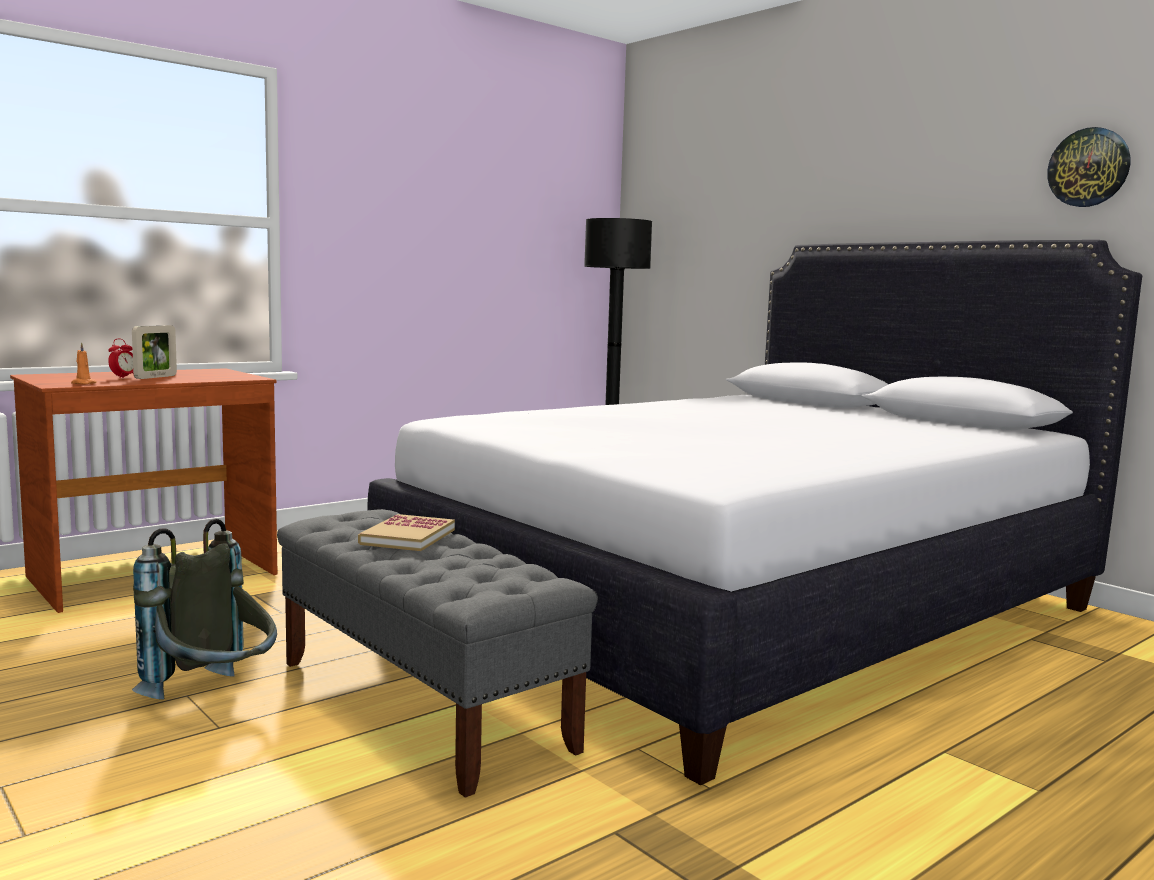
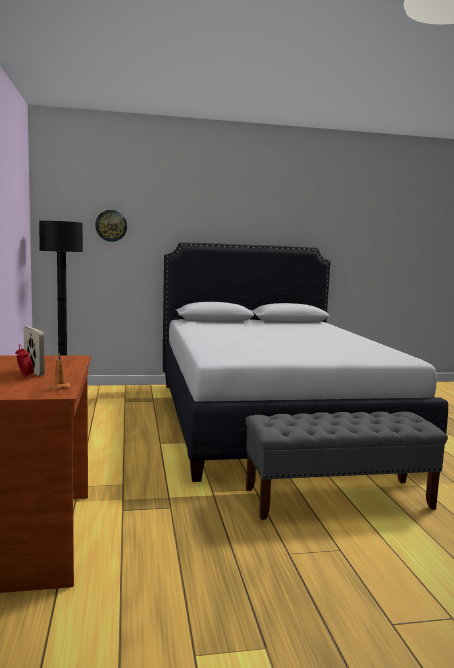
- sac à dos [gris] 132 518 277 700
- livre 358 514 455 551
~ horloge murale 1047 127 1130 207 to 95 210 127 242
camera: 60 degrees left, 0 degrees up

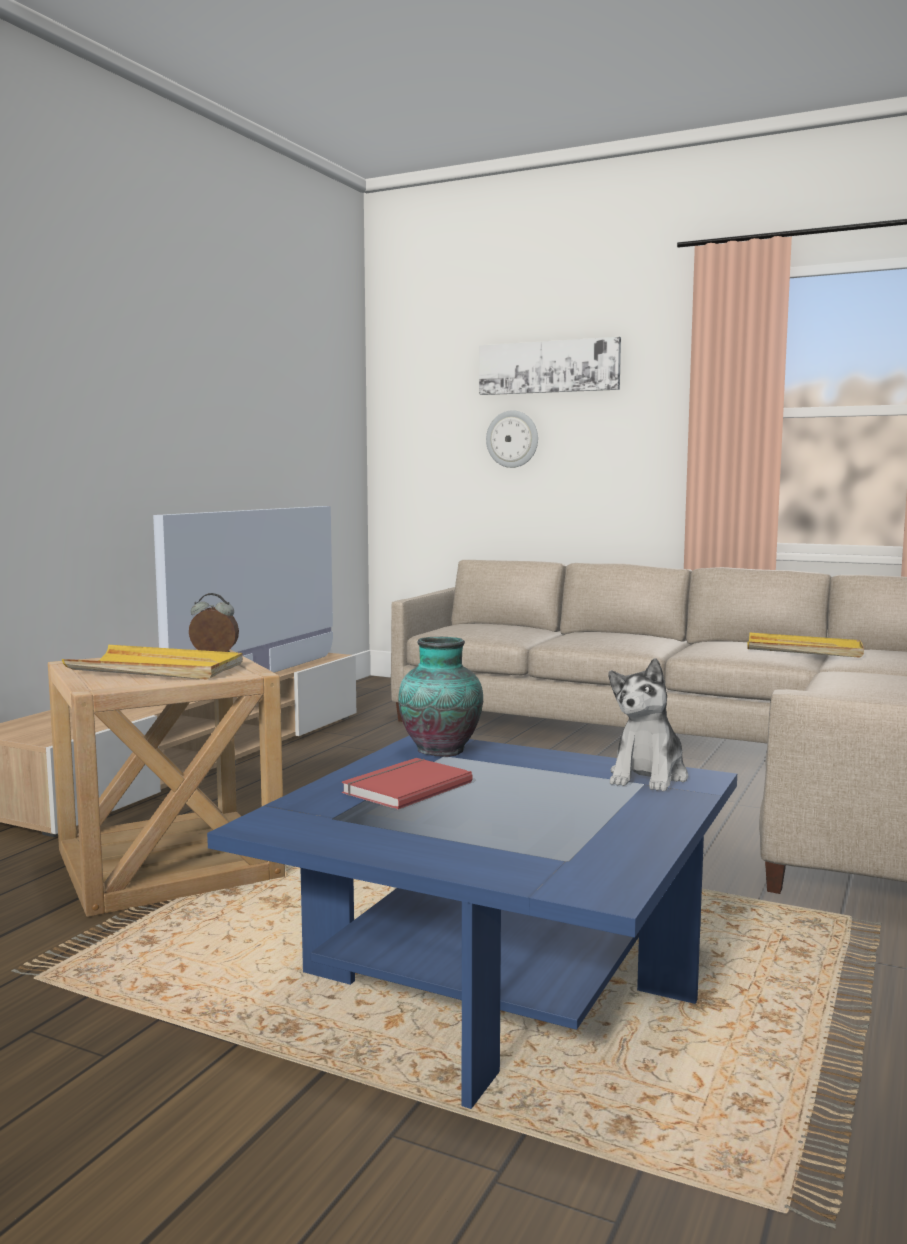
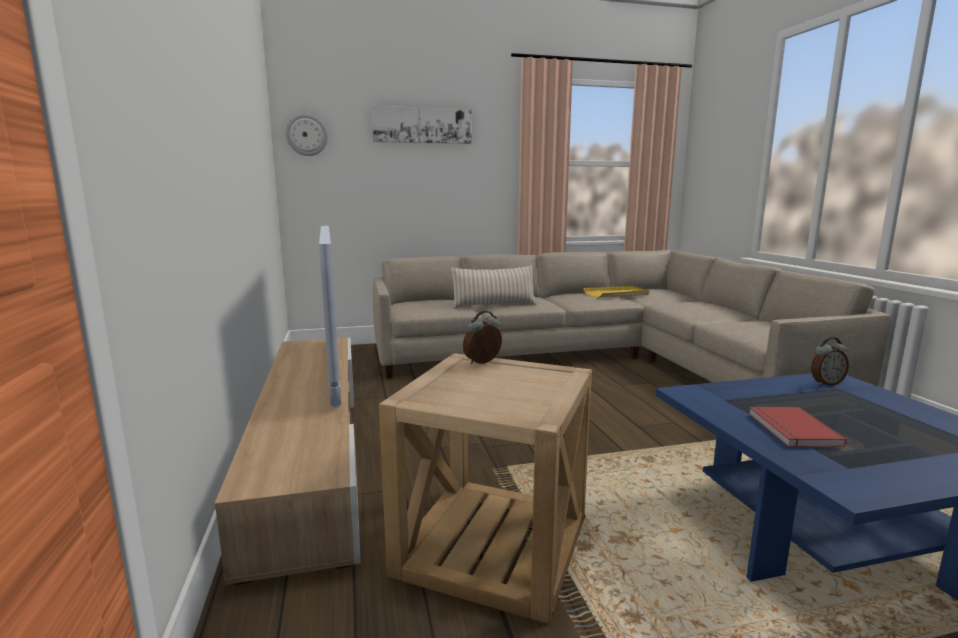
- plateau [jaune] 62 645 243 680
- vase 398 637 483 757
~ horloge murale 486 410 538 468 to 286 113 328 156
~ peluche 608 658 688 792 to réveil 811 337 849 386
+ coussin [beige] 450 265 536 308
camera: 40 degrees left, 5 degrees up

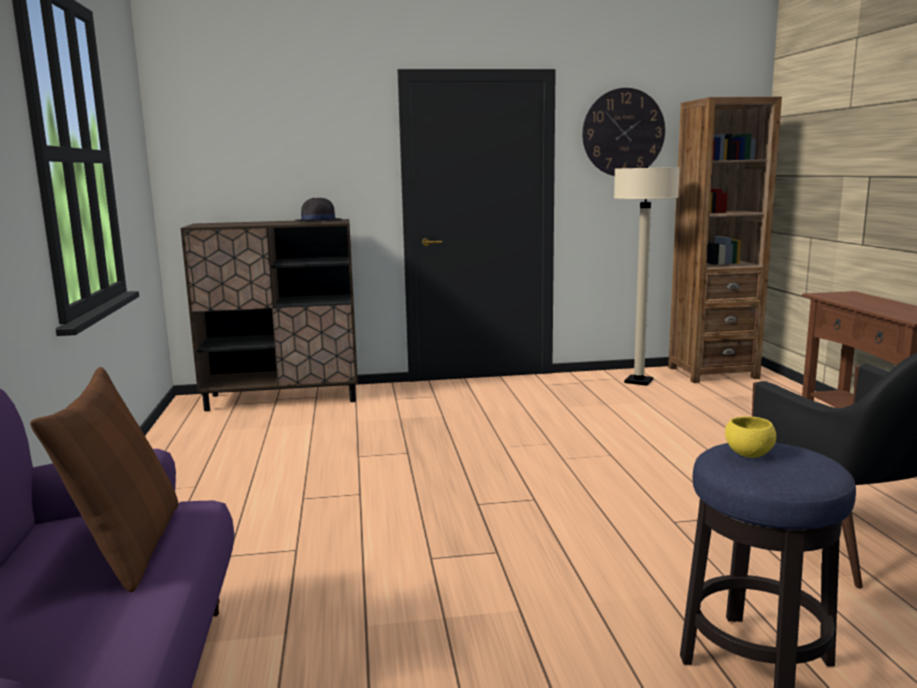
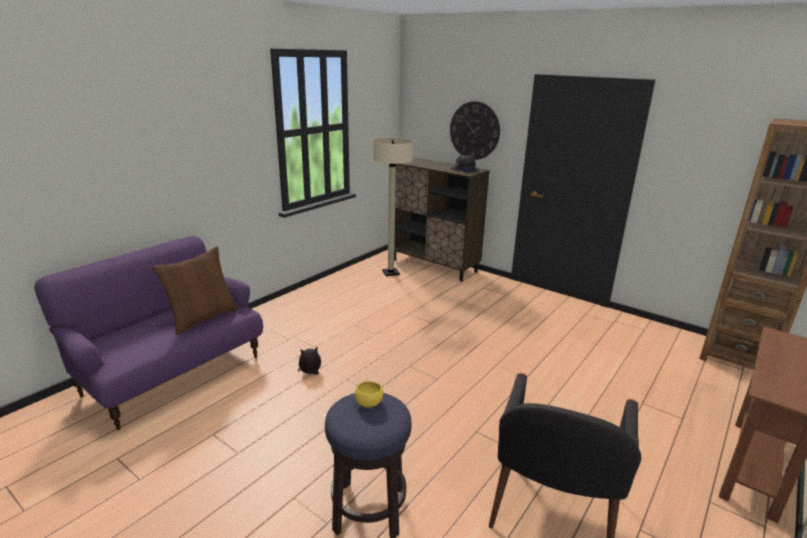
~ horloge murale 582 88 665 176 to 450 101 500 160
~ lampadaire [beige] 614 167 680 386 to 372 137 413 276
+ peluche 298 347 321 375
camera: 45 degrees right, 10 degrees up

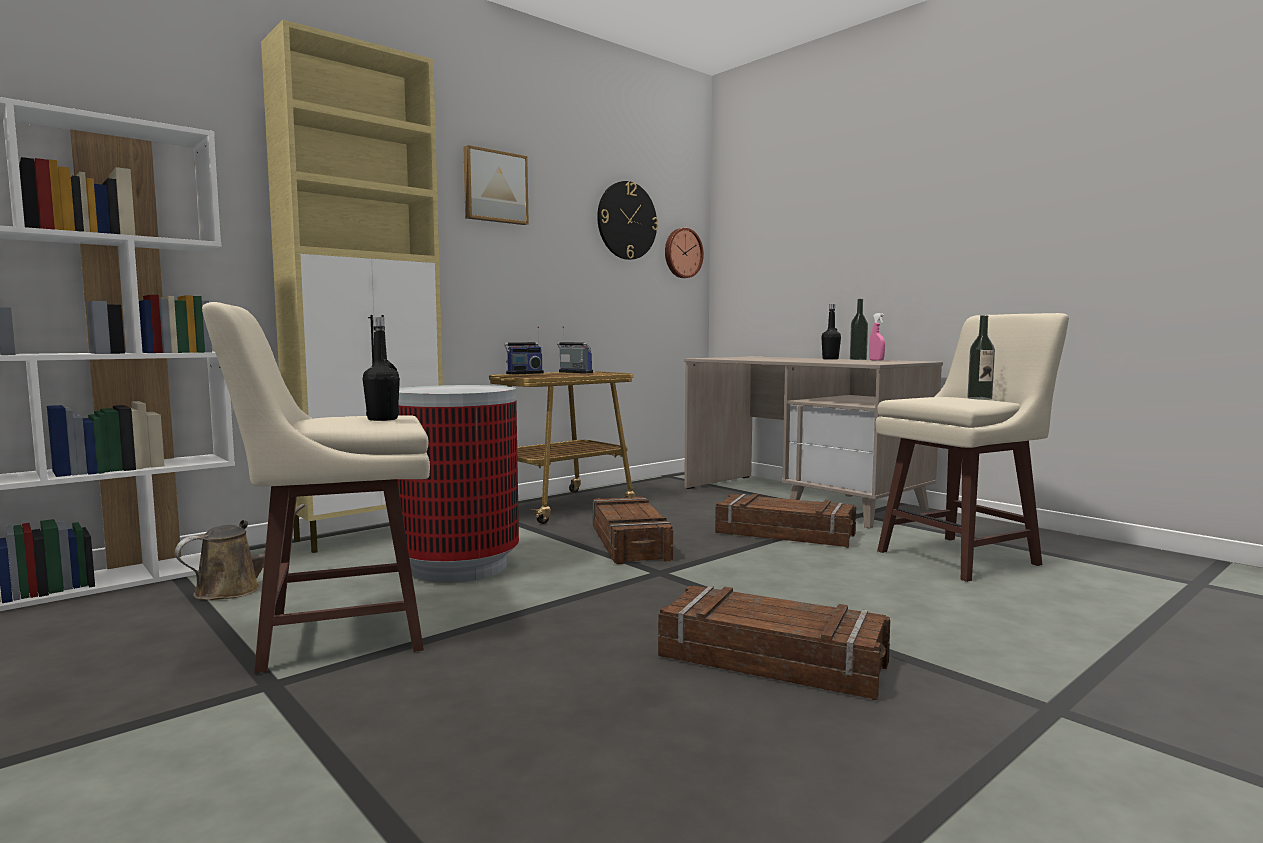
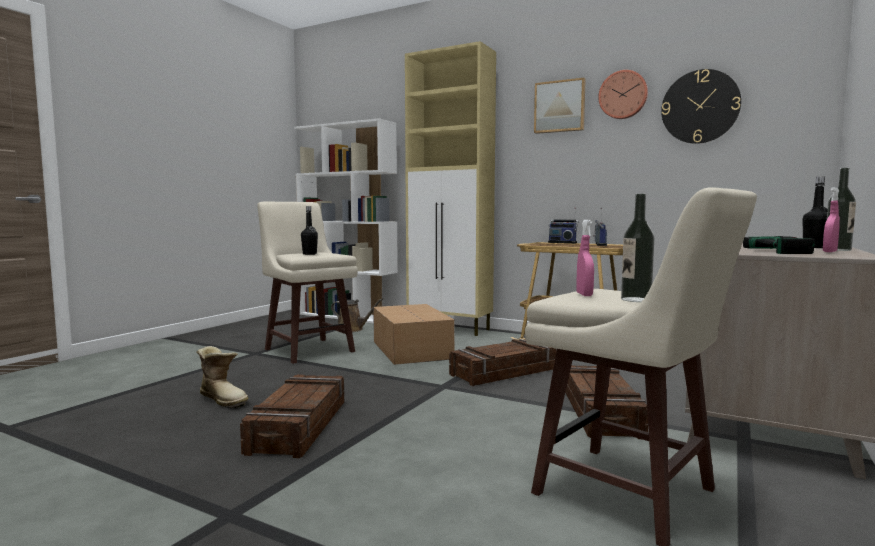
~ poubelle 397 385 519 583 to carton 373 304 455 365
~ horloge murale 665 228 704 278 to 598 70 648 119
+ botte 197 346 249 408
+ vaporisateur [rose] 576 220 594 296
+ perceuse 743 236 815 254
camera: 70 degrees right, 0 degrees up

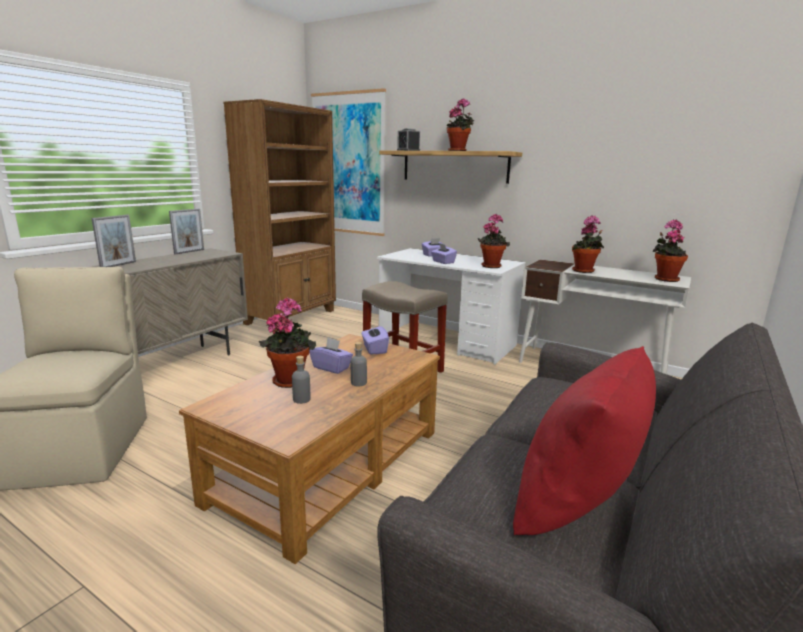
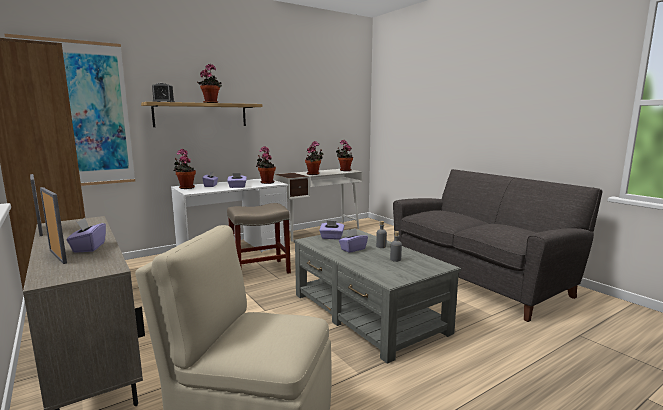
~ table basse [marron] 179 334 440 564 to table basse [gris] 293 228 461 364
~ plante en pot 259 297 316 388 to 173 149 196 189
- coussin [rouge] 513 346 656 535
+ boîte à mouchoirs [violet] 66 218 106 253
camera: 65 degrees left, 5 degrees down

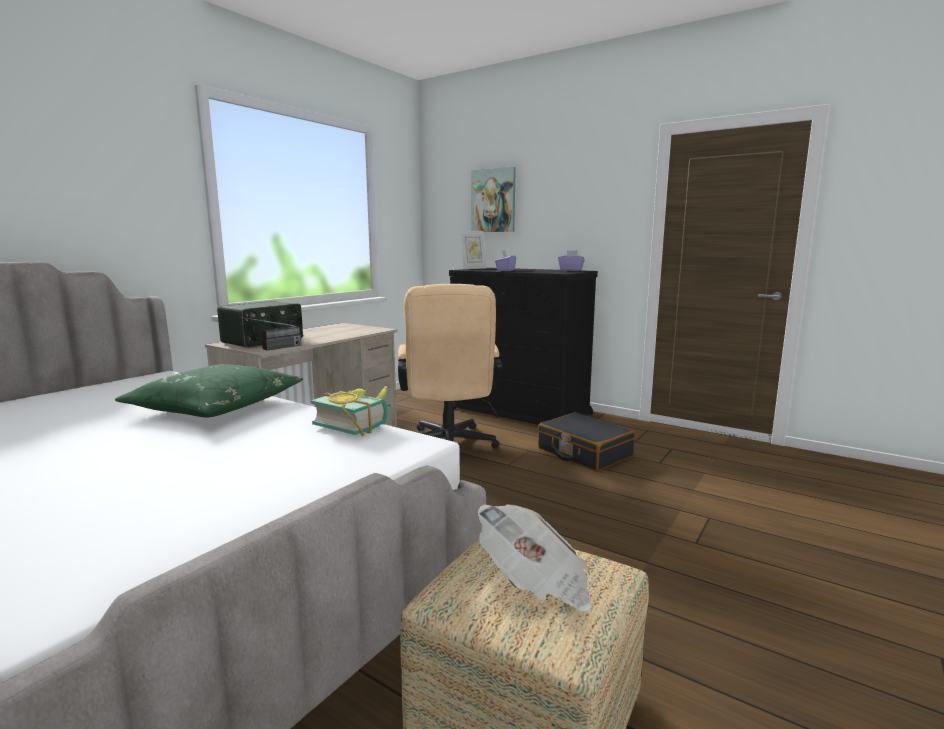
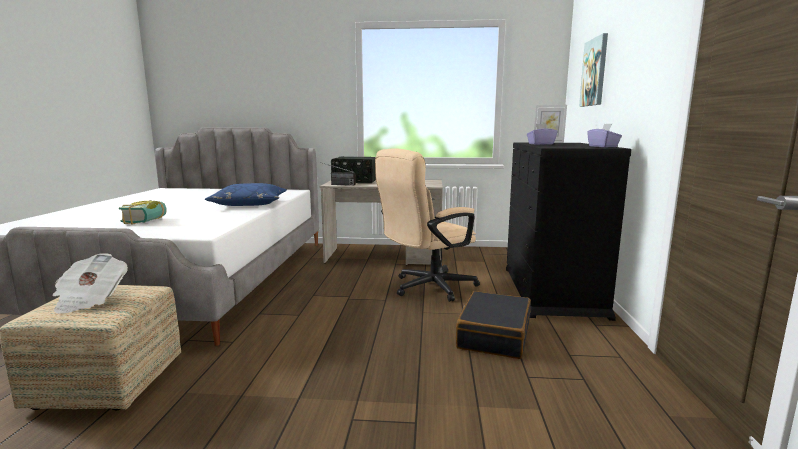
~ coussin [vert] 115 364 303 417 to coussin [bleu] 205 183 287 206
~ livre 311 385 388 436 to 119 200 167 225
camera: 60 degrees right, 0 degrees up

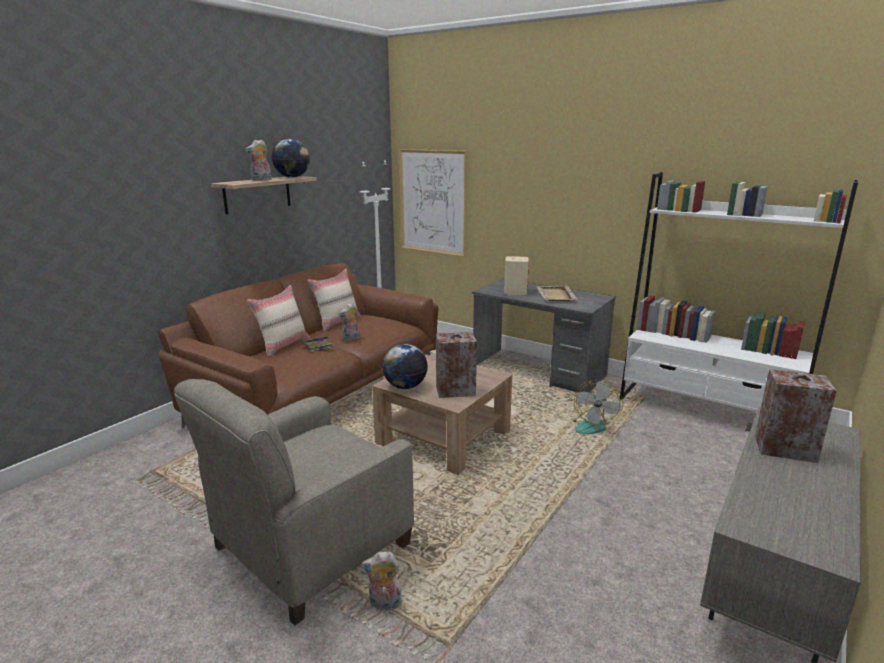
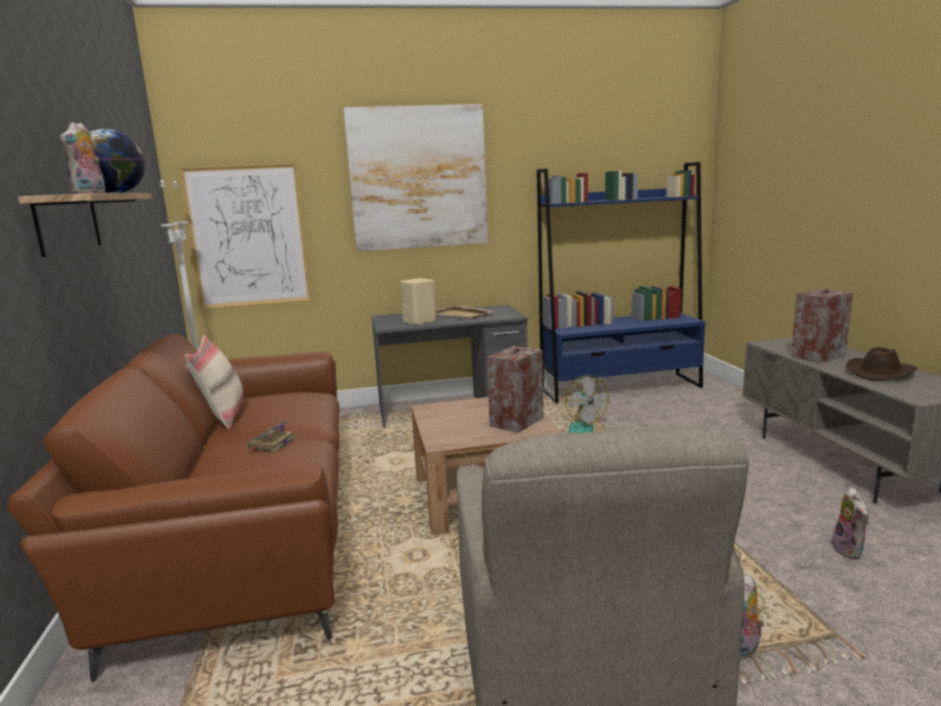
- coussin [beige] 247 285 310 357
~ peluche 338 303 360 341 to 829 487 869 559
- globe 383 344 428 389
~ bibliothèque [blanc] 620 172 858 412 to bibliothèque [bleu] 537 162 705 403
+ tableau 343 104 488 252
+ chapeau [marron] 846 347 917 381
camera: 45 degrees left, 5 degrees down

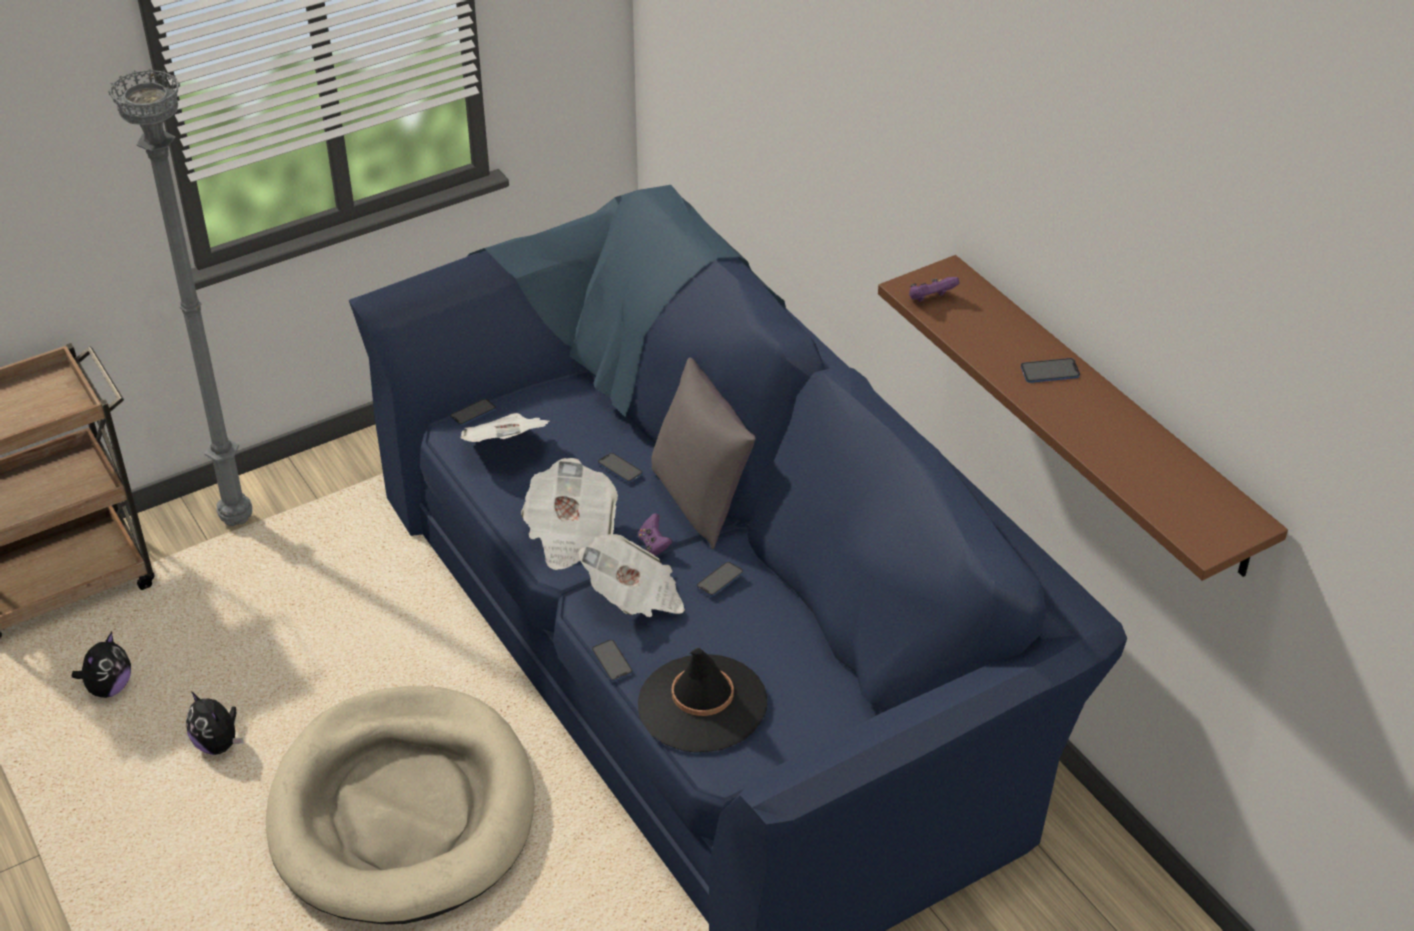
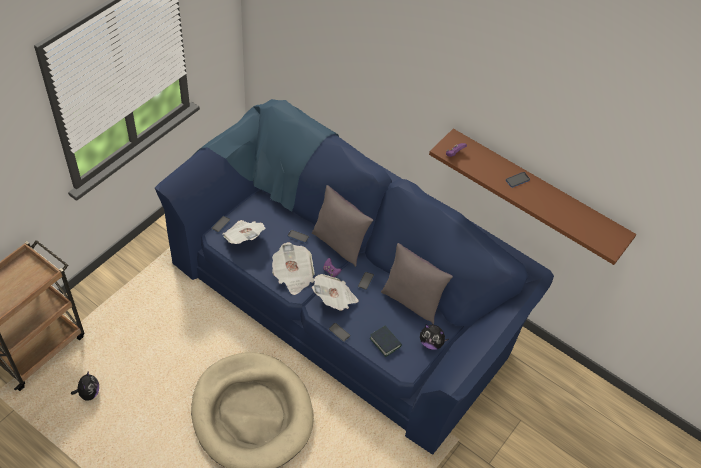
- lampadaire [gris] 108 68 252 526
~ peluche 186 691 244 755 to 420 324 448 350
~ chapeau [noir] 638 648 768 753 to livre 370 326 402 357
+ coussin [gris] 381 243 453 324
camera: 25 degrees left, 10 degrees up

